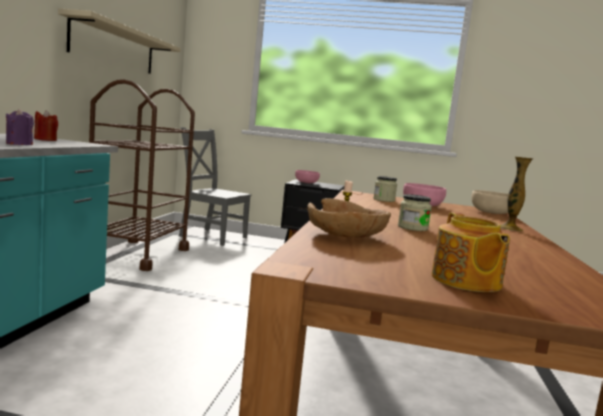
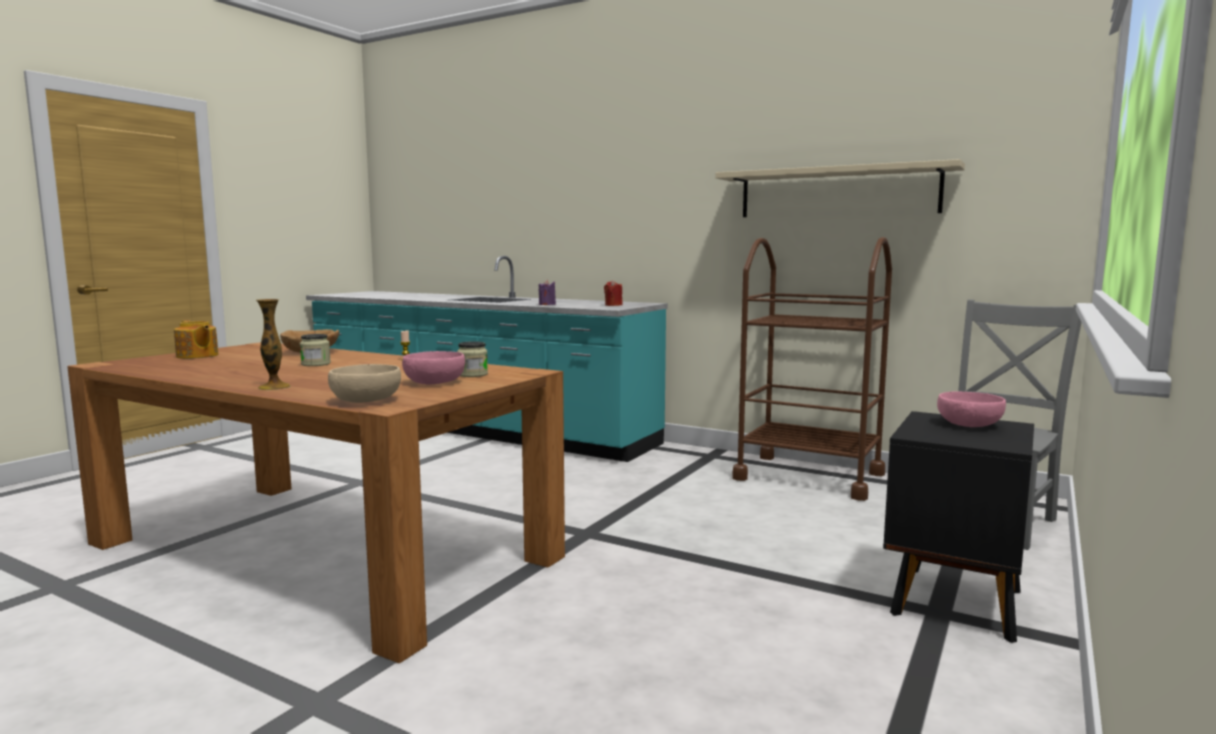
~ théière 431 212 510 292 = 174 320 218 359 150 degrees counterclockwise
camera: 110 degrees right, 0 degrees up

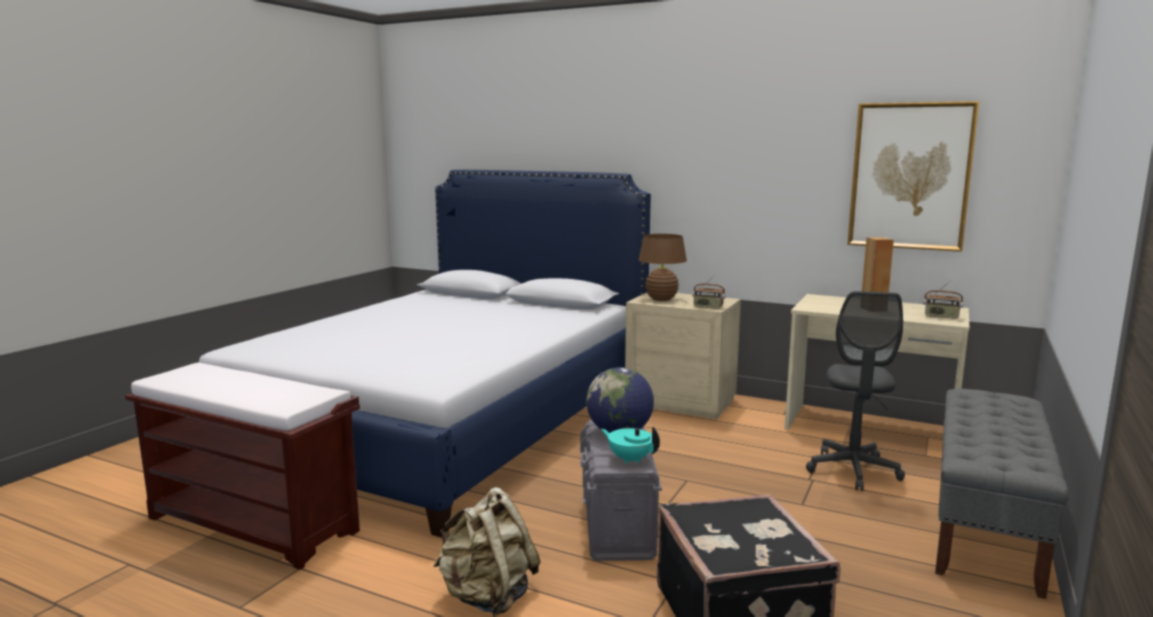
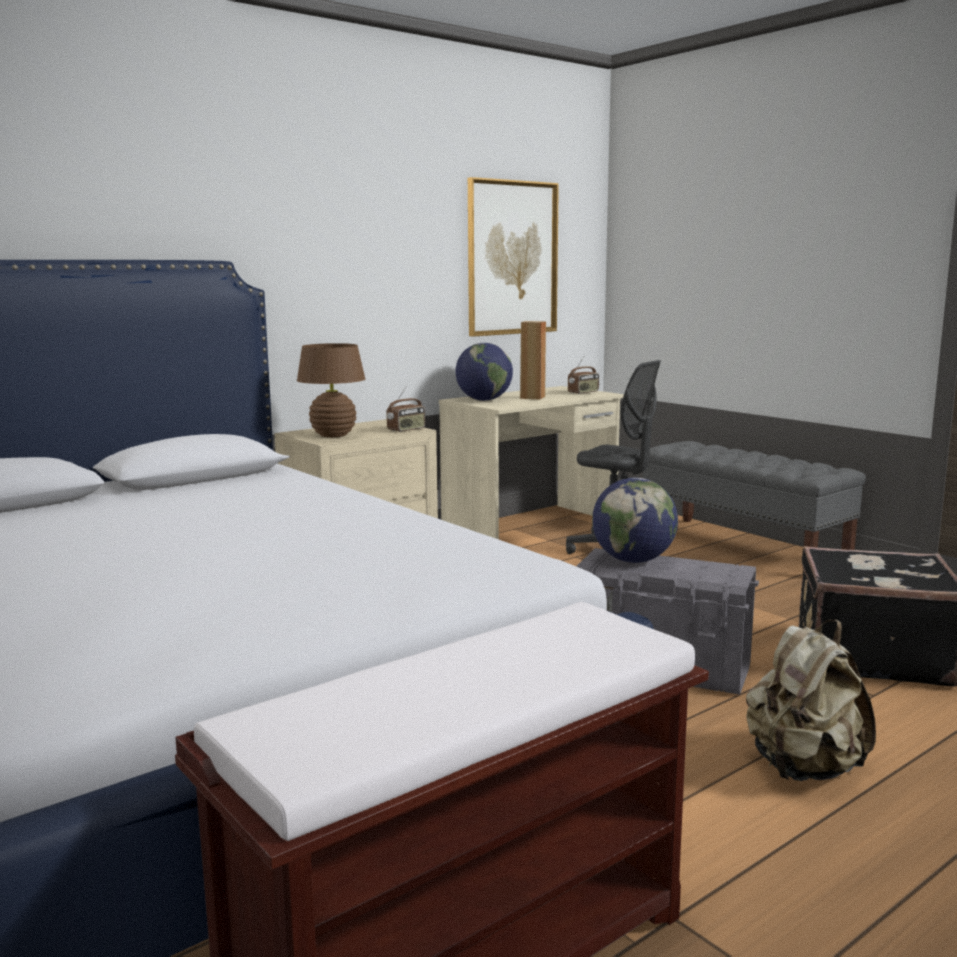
- théière [turquoise] 601 427 660 464
+ globe 455 343 513 401
camera: 65 degrees left, 0 degrees up

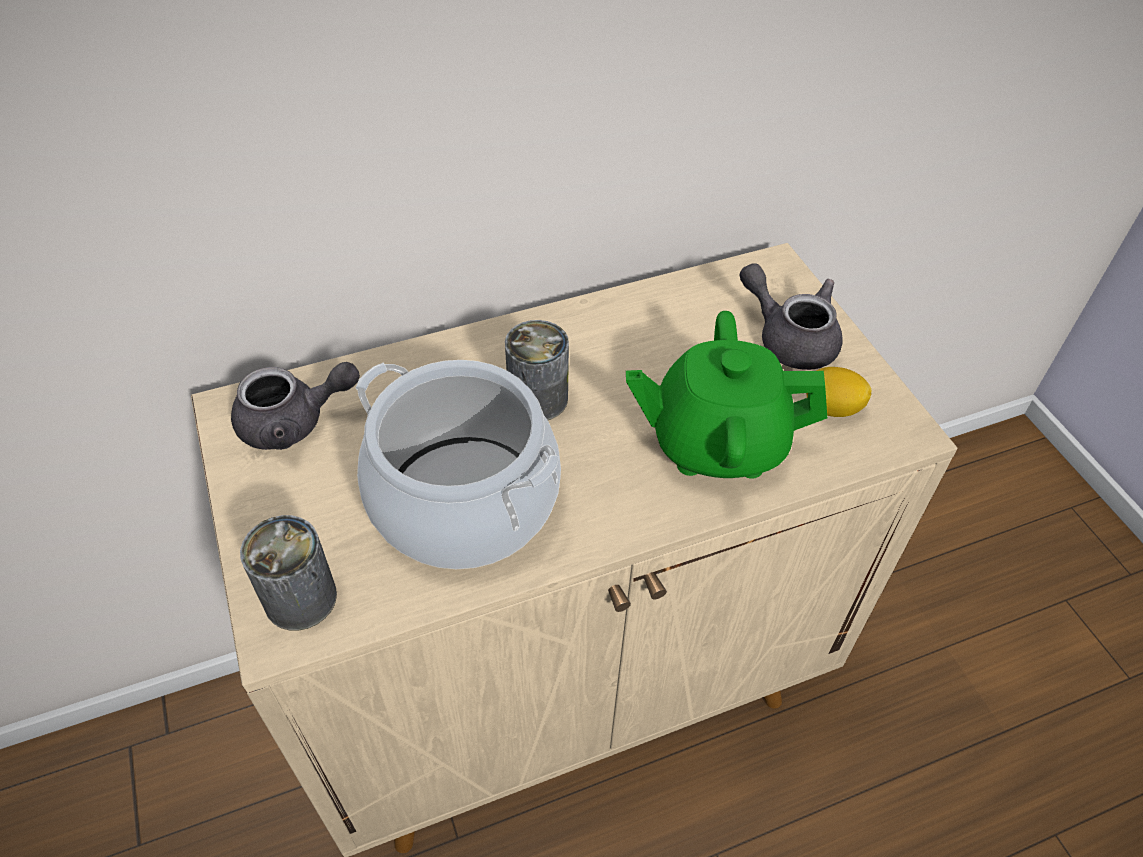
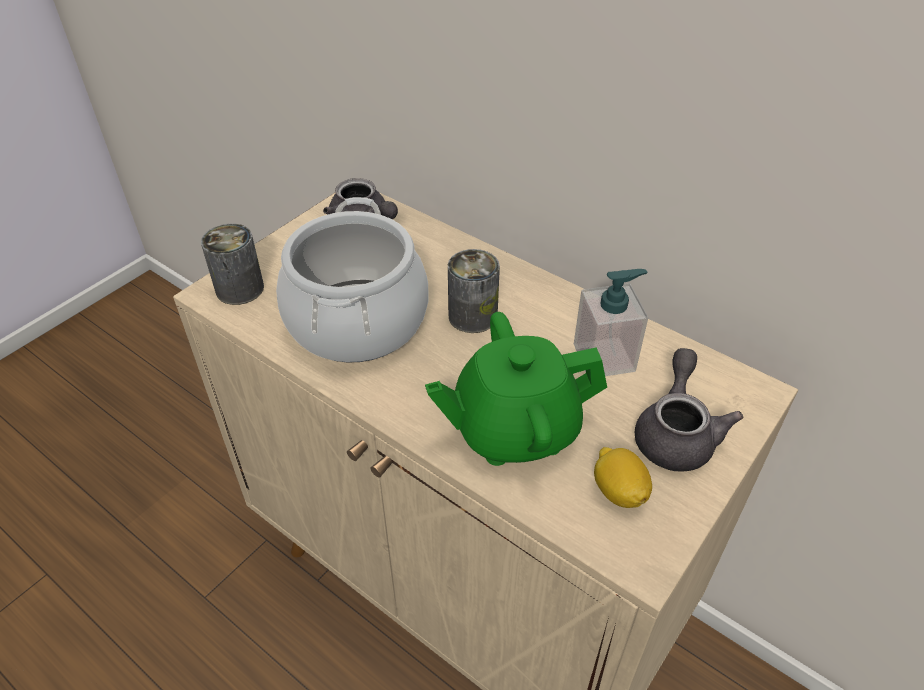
~ théière [vert] 626 311 827 479 = 425 312 607 466 75 degrees counterclockwise
+ distributeur de savon 574 269 648 376
camera: 60 degrees right, 5 degrees down

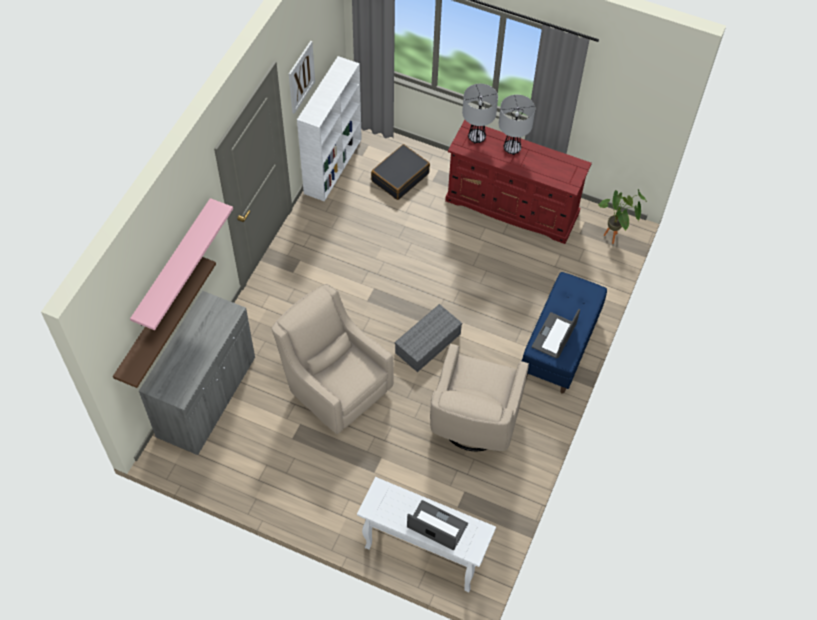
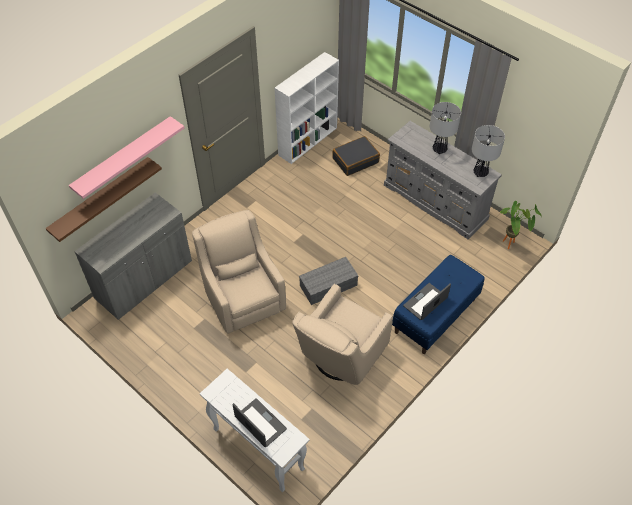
- tableau 289 41 315 114
~ commode [rouge] 445 120 592 244 to commode [gris] 384 121 502 240
~ lampe de table 462 84 498 144 to 472 125 505 177
camera: 20 degrees right, 5 degrees down

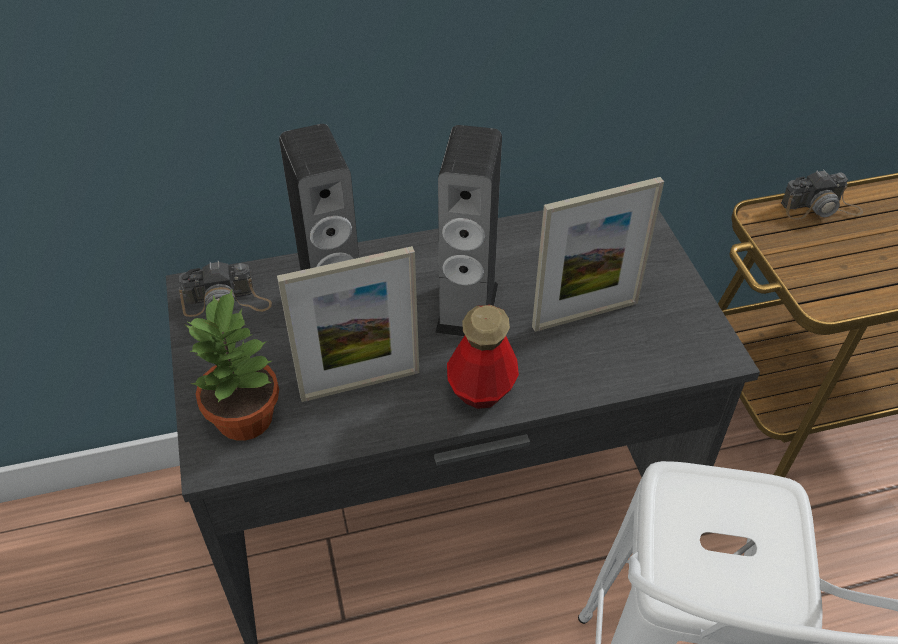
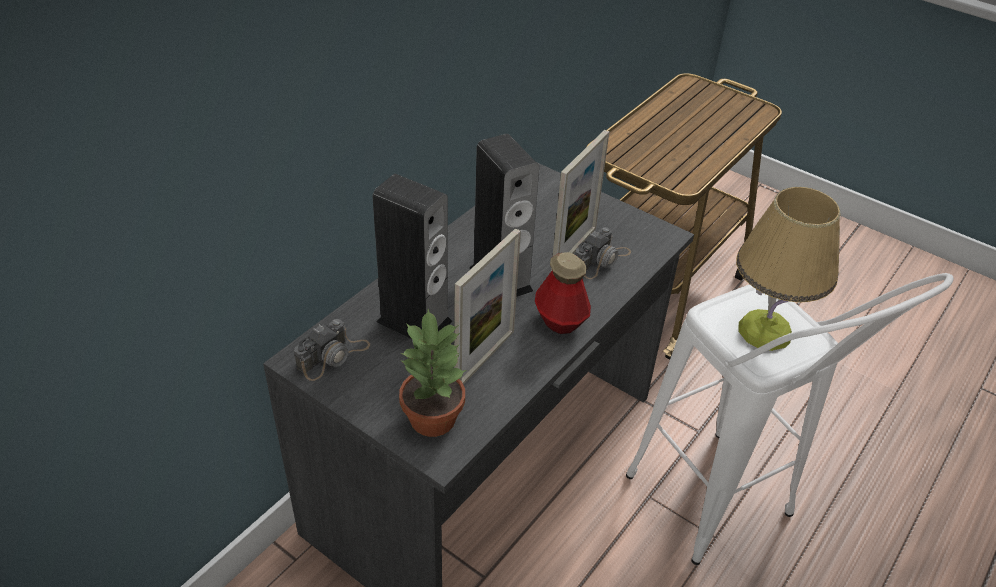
~ appareil photo 781 170 863 220 to 575 227 631 279
+ lampe de table 736 187 840 351
camera: 40 degrees left, 5 degrees down

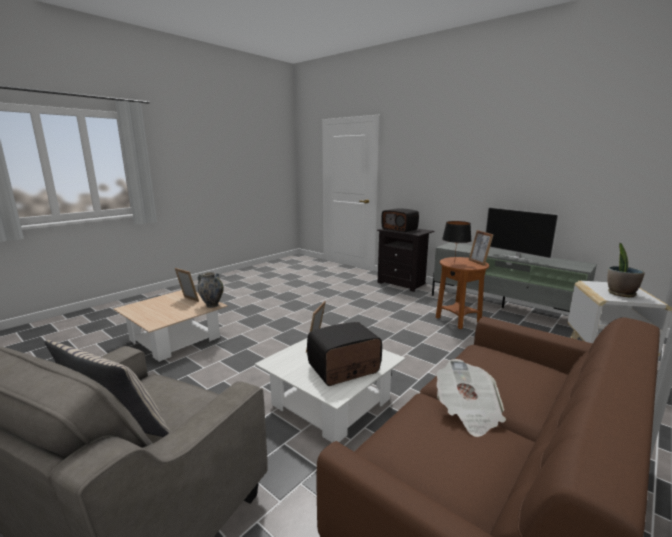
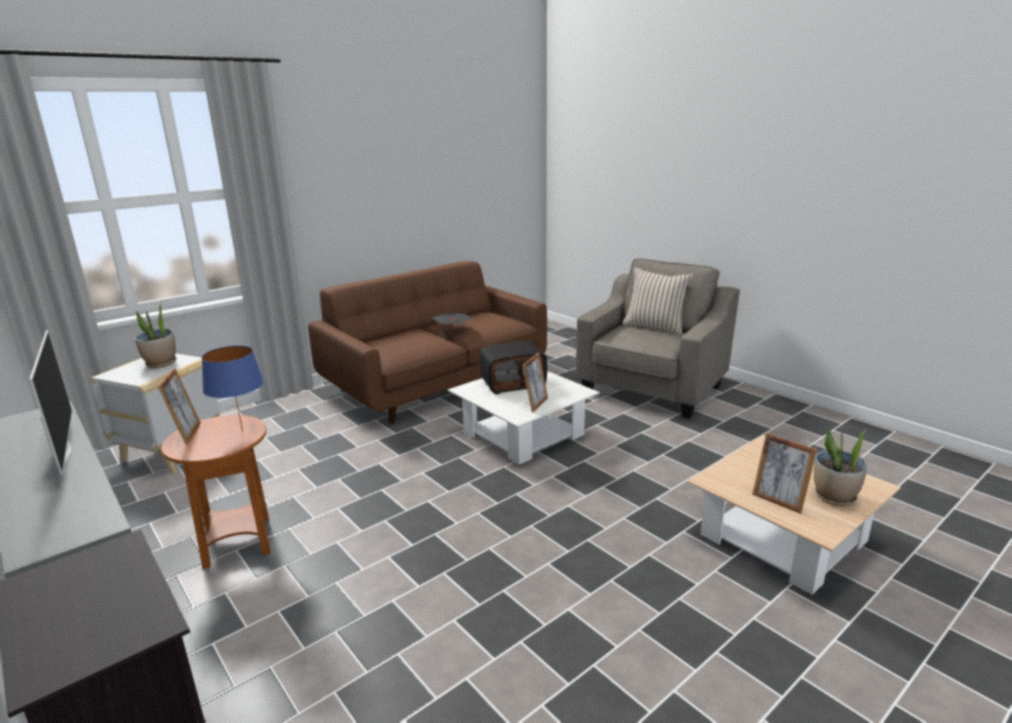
- vase 198 272 224 308
- radio 381 209 419 232
~ lampe de table [noir] 442 221 472 264 to lampe de table [bleu] 202 346 264 432
+ plante en pot 814 429 868 506
camera: 170 degrees left, 5 degrees up

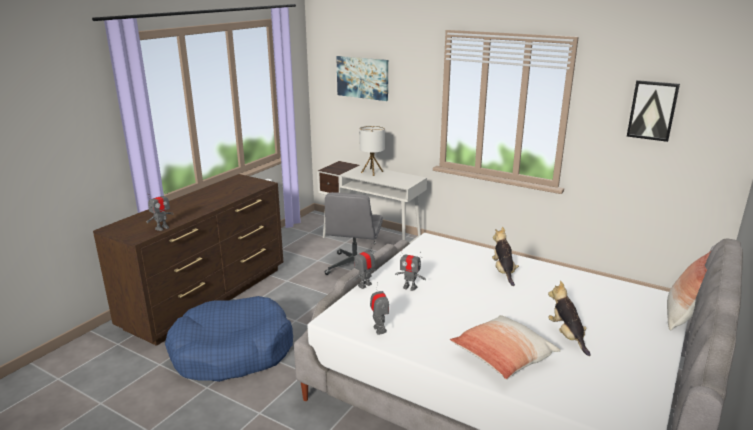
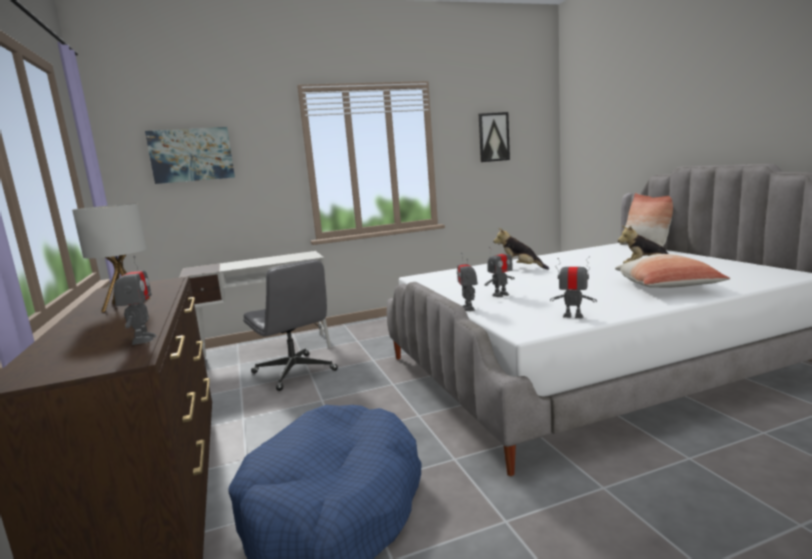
~ lampe de table 359 125 385 176 to 72 203 151 312
camera: 50 degrees left, 10 degrees down

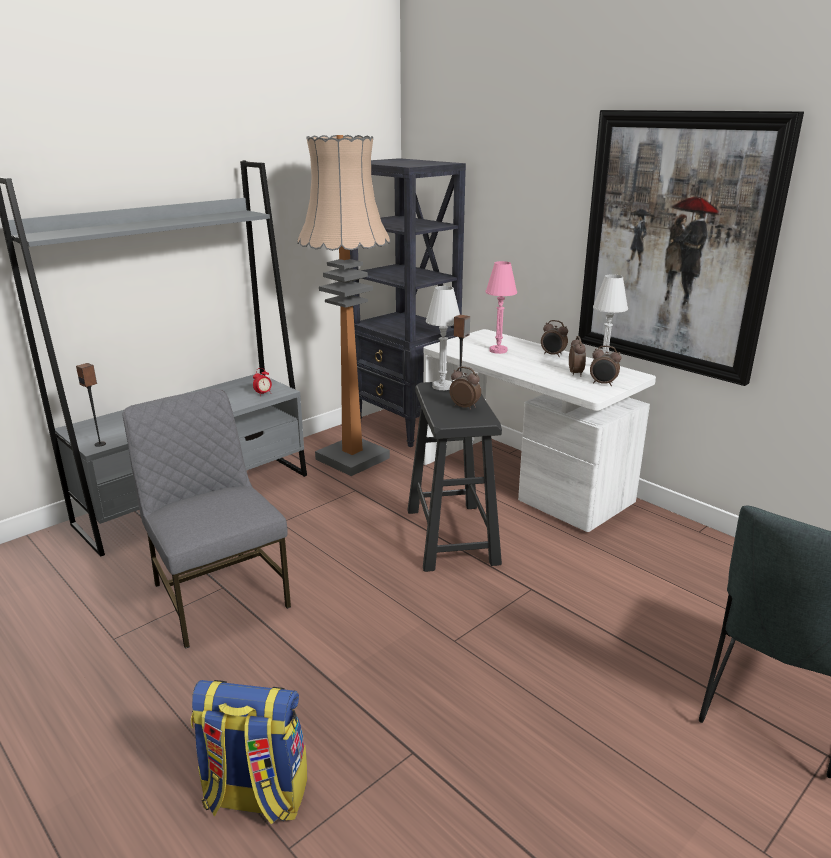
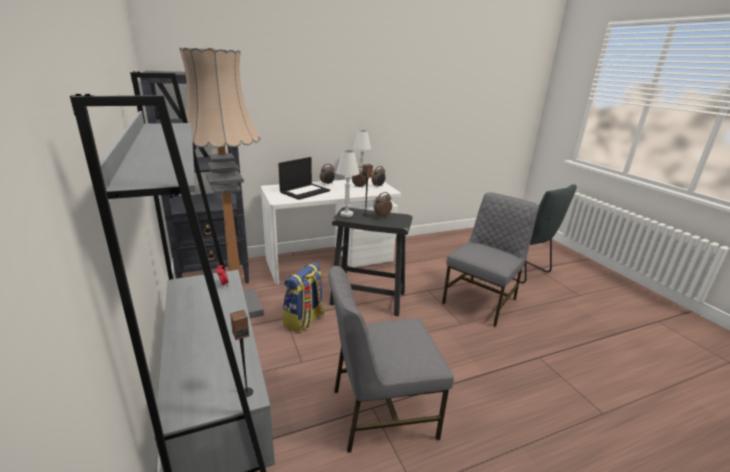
~ sac à dos 191 680 307 824 to 283 262 324 333
~ lampe de table [rose] 485 261 517 354 to ordinateur portable 278 157 330 200
- tableau 578 110 804 386
+ chaise [gris] 442 192 539 327
camera: 70 degrees left, 0 degrees up

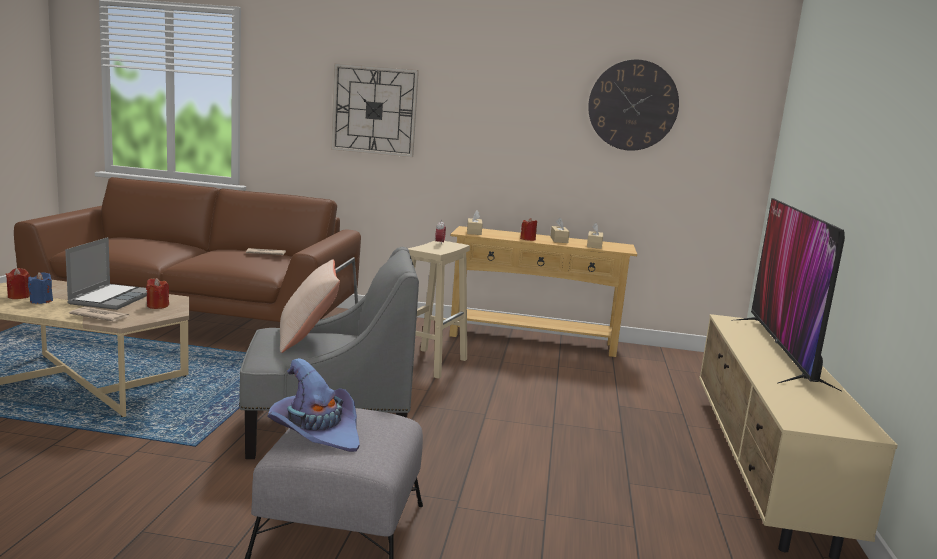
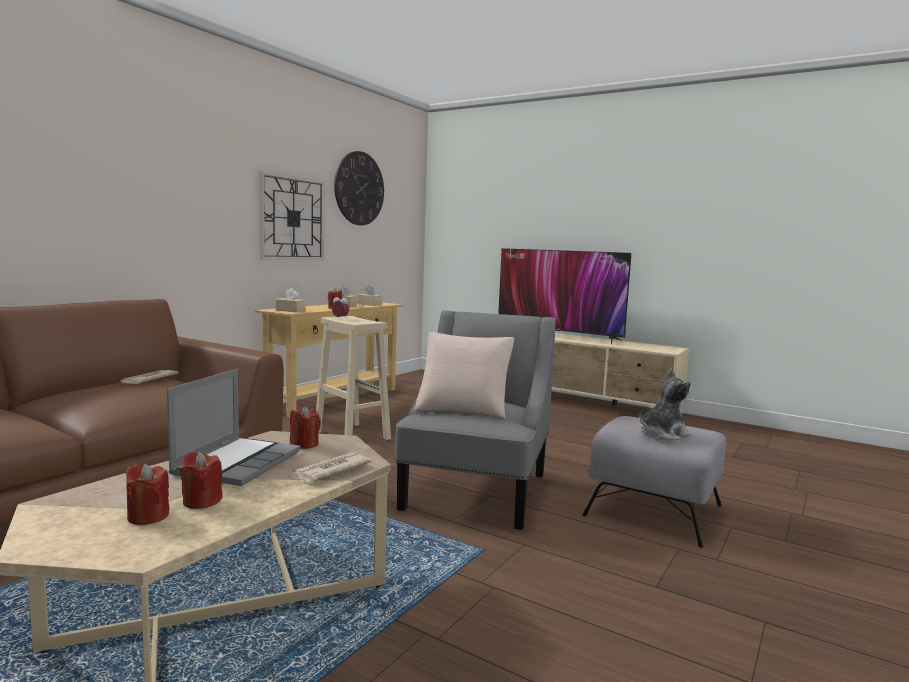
~ bougie [bleu] 28 272 53 304 to bougie [rouge] 180 451 223 509
~ ordinateur portable 65 237 147 310 = 167 369 300 486 75 degrees clockwise
~ chapeau [violet] 267 358 360 452 to peluche 640 368 692 440
~ horloge murale 331 63 419 157 to 259 171 325 260
camera: 65 degrees left, 5 degrees down

